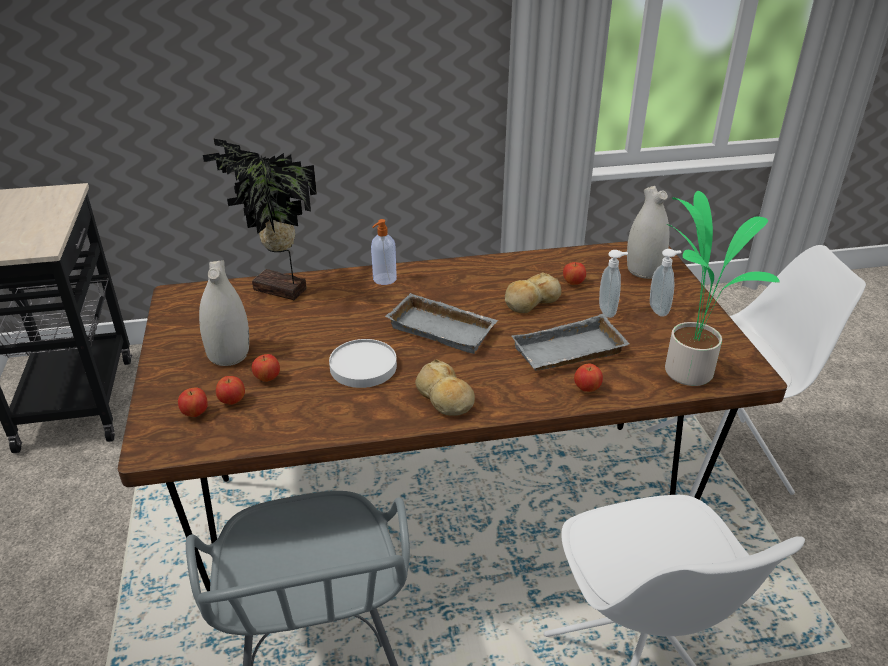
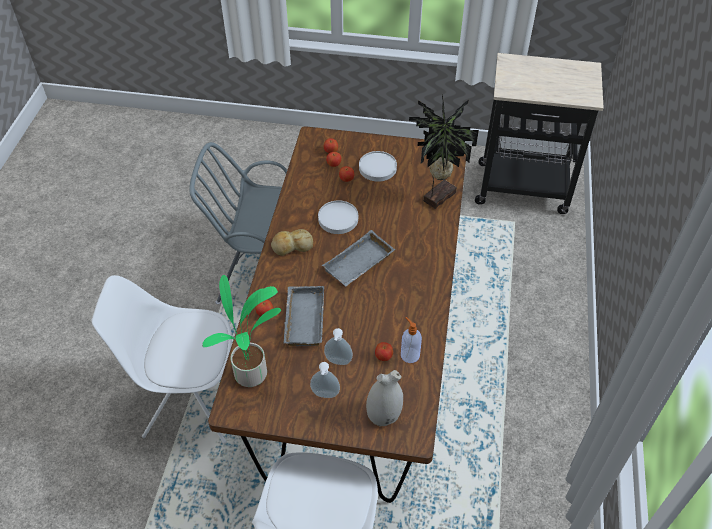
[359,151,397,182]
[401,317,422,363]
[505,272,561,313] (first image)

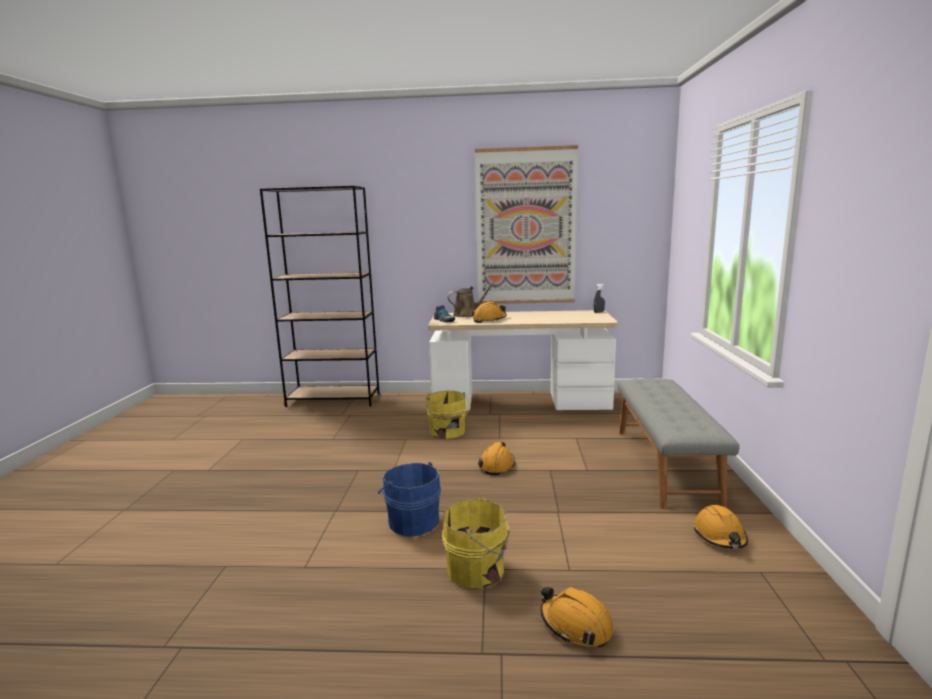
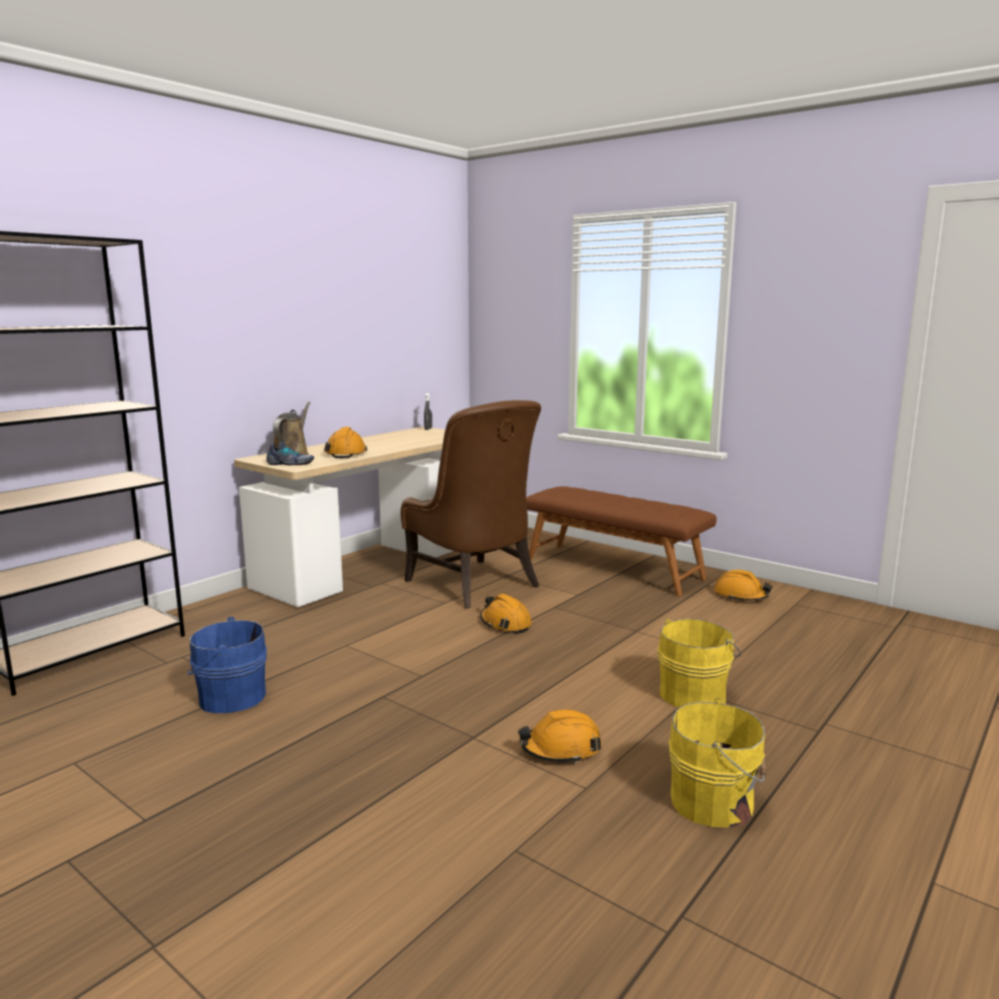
[188,617,267,713]
[668,698,766,828]
[475,145,578,304] (first image)
[518,709,602,764]
[526,486,717,596]
[401,400,541,608]

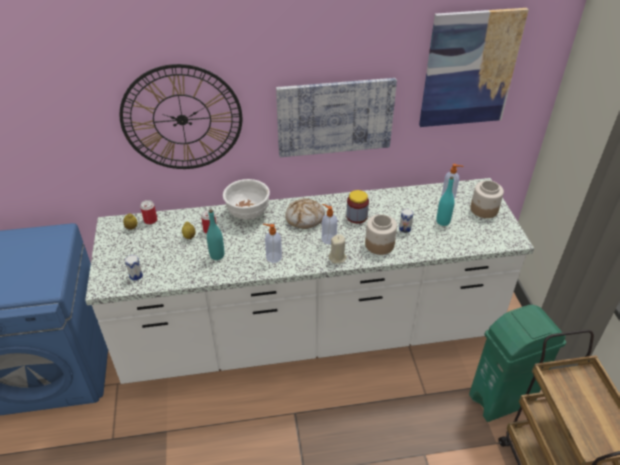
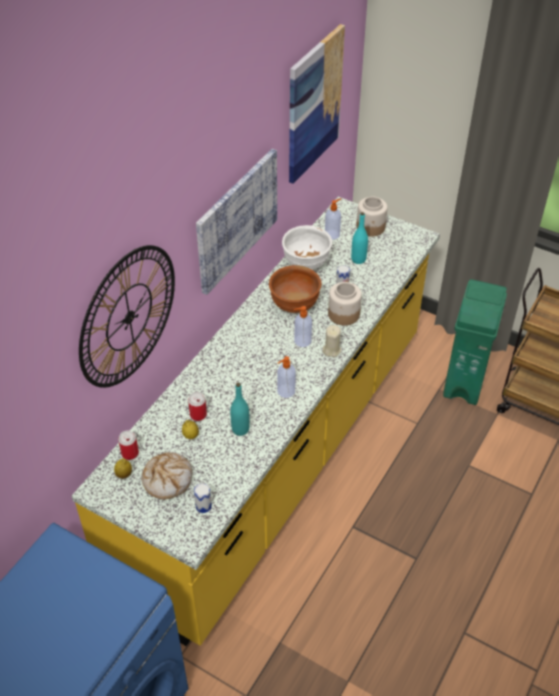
[72,197,440,646]
[282,225,332,270]
[141,452,192,500]
[269,265,321,313]

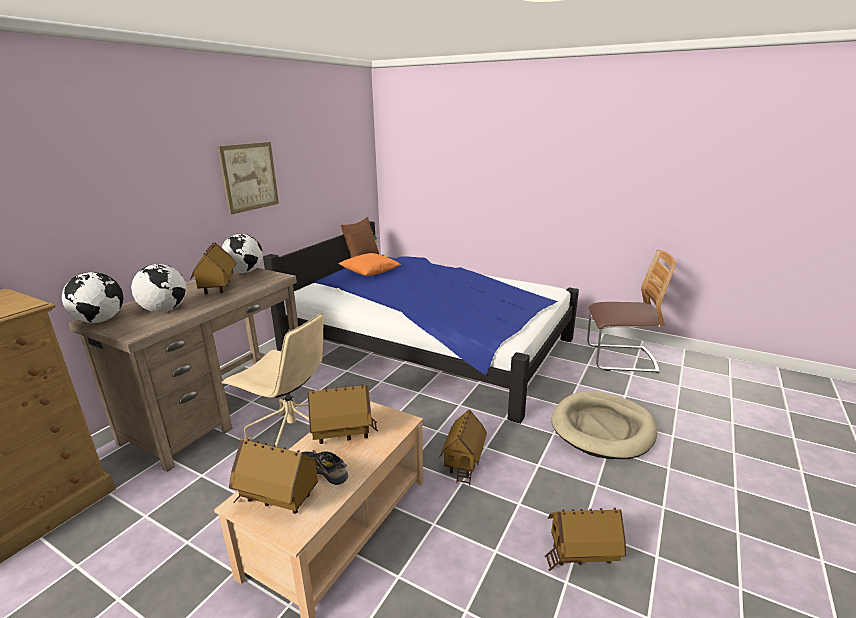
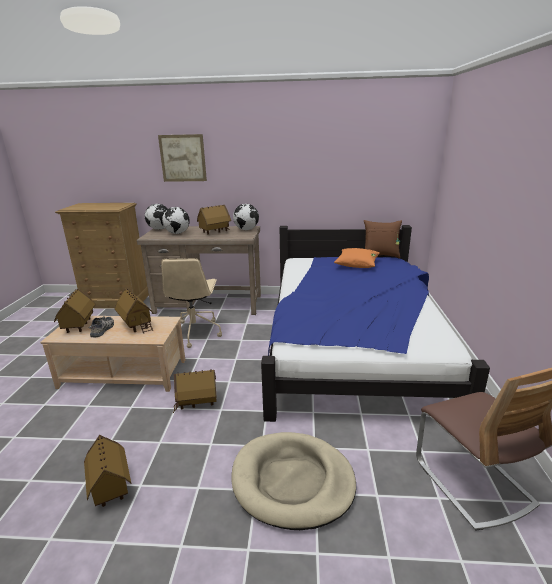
[158,134,207,182]

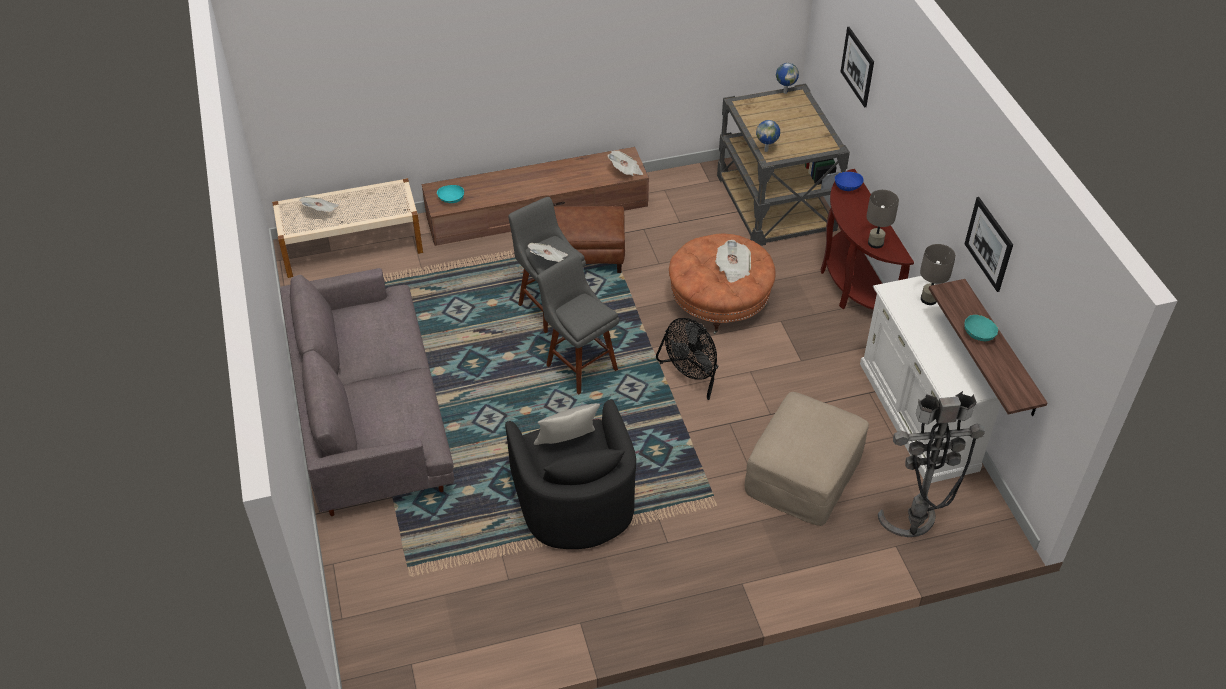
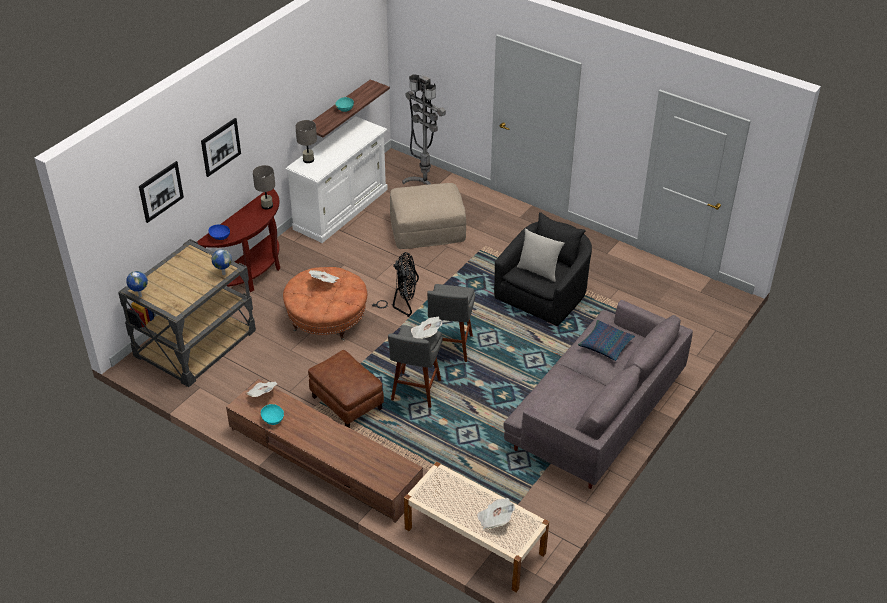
[261,404,284,425]
[201,118,241,177]
[578,320,635,361]

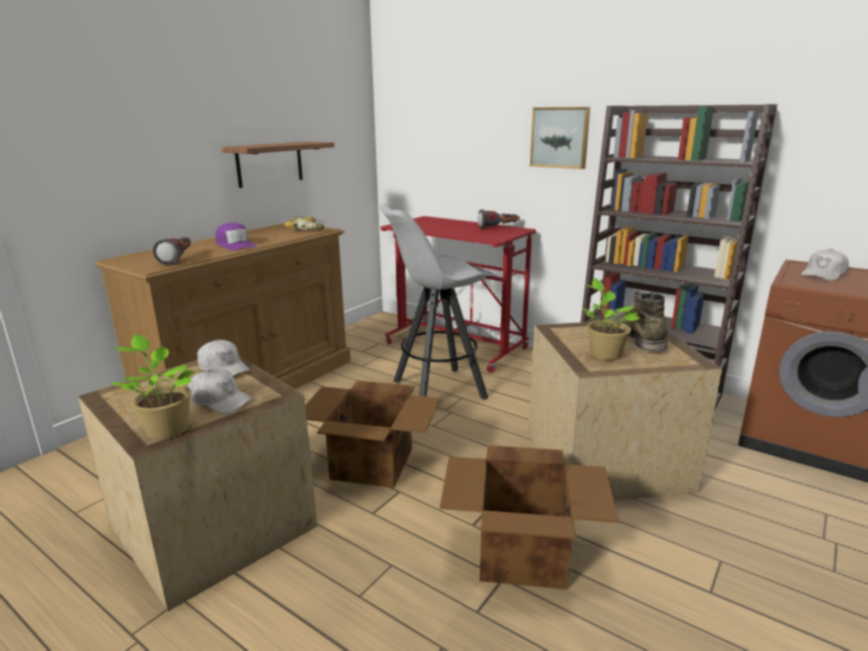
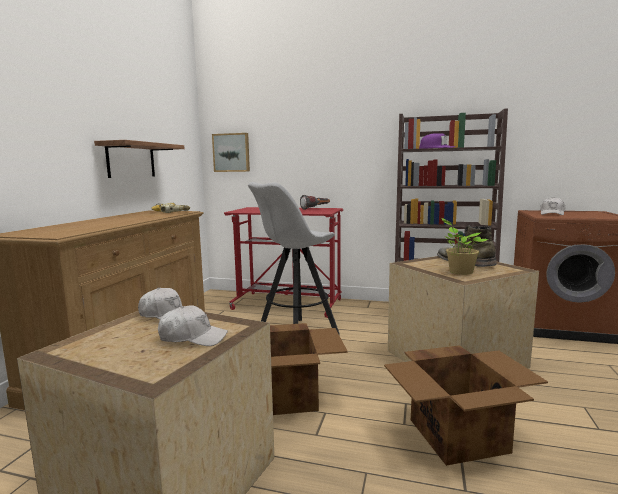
[111,334,196,440] (first image)
[153,237,191,266] (first image)
[419,133,455,149]
[212,133,250,172]

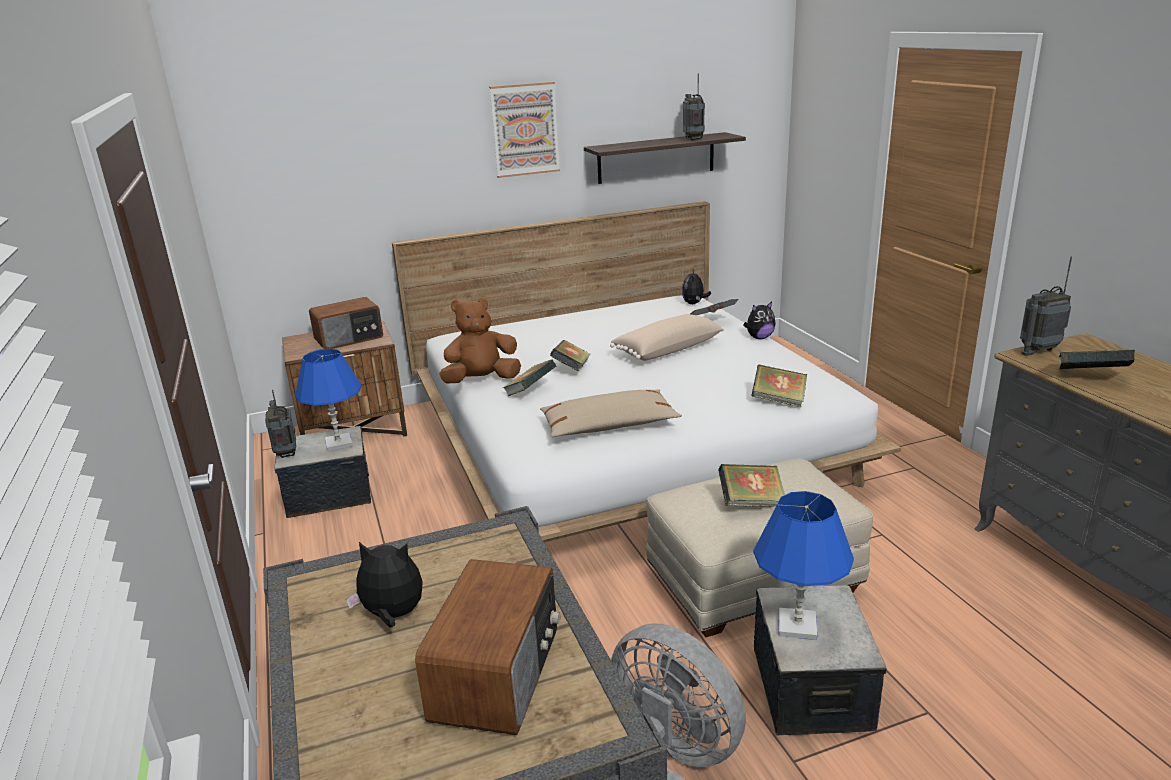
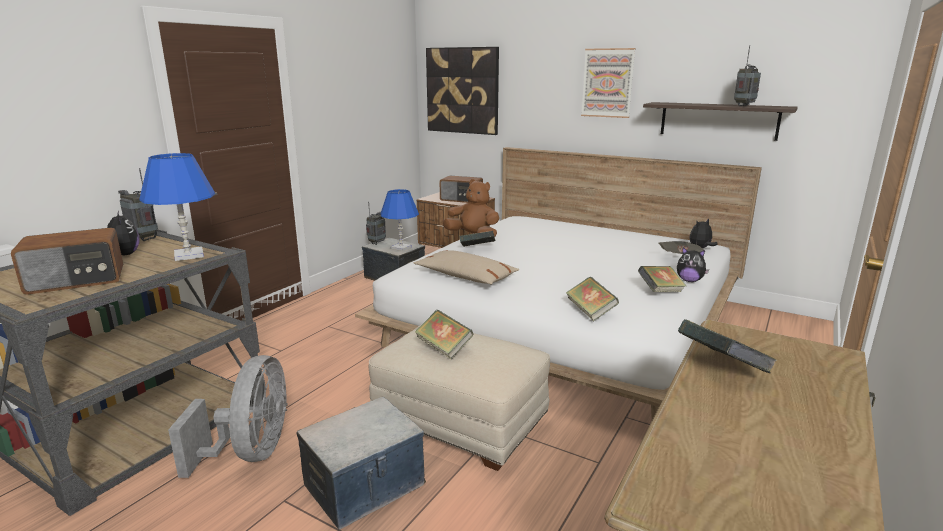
[638,266,686,292]
[610,314,724,361] (first image)
[140,153,215,261]
[118,168,158,241]
[426,47,499,135]

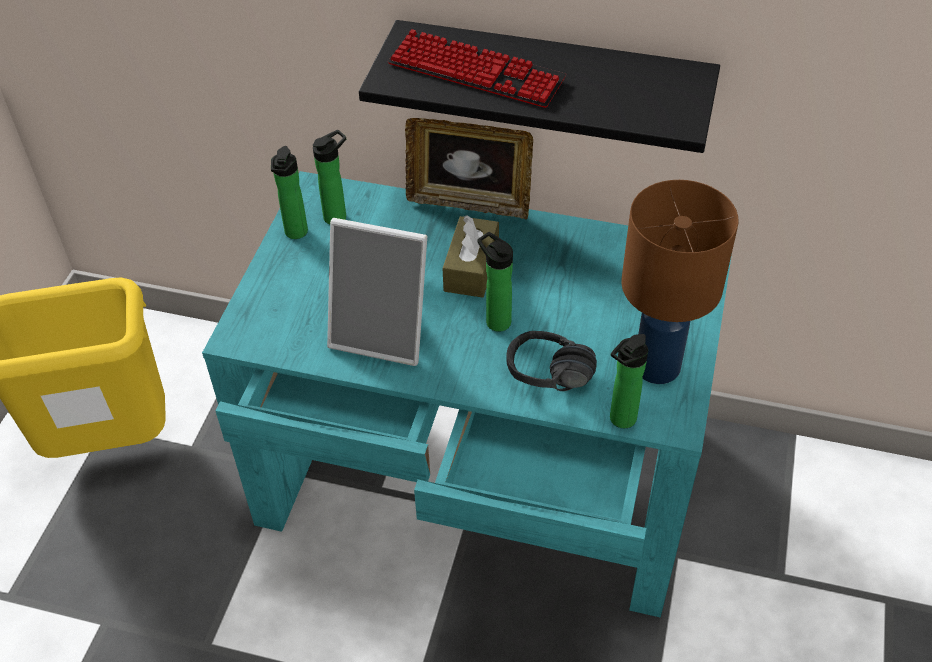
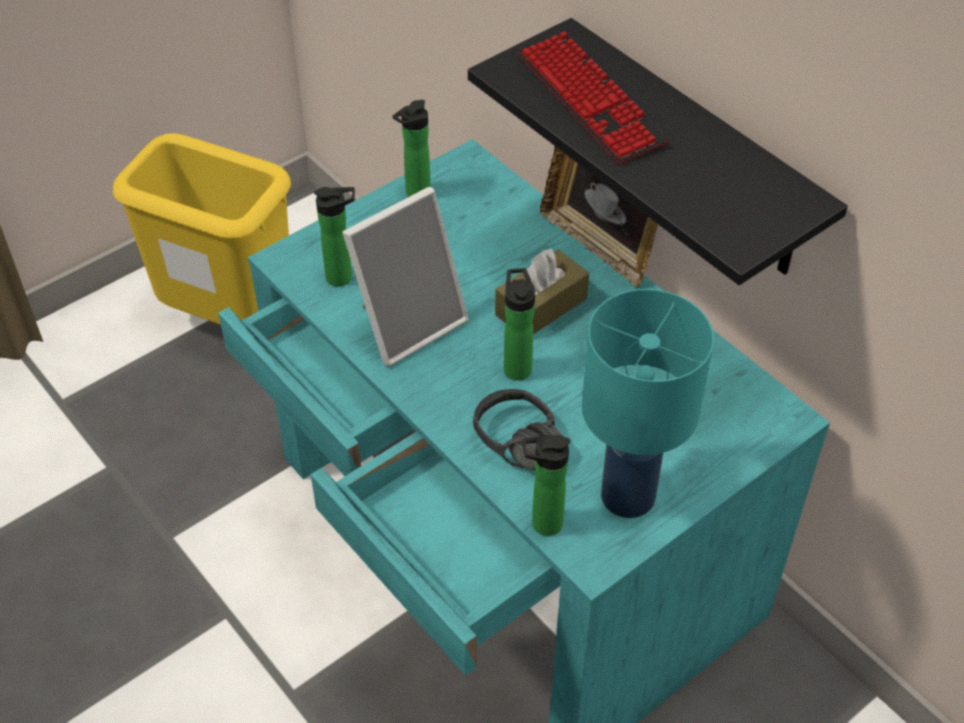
[314,187,355,286]
[342,187,469,367]
[582,289,714,518]

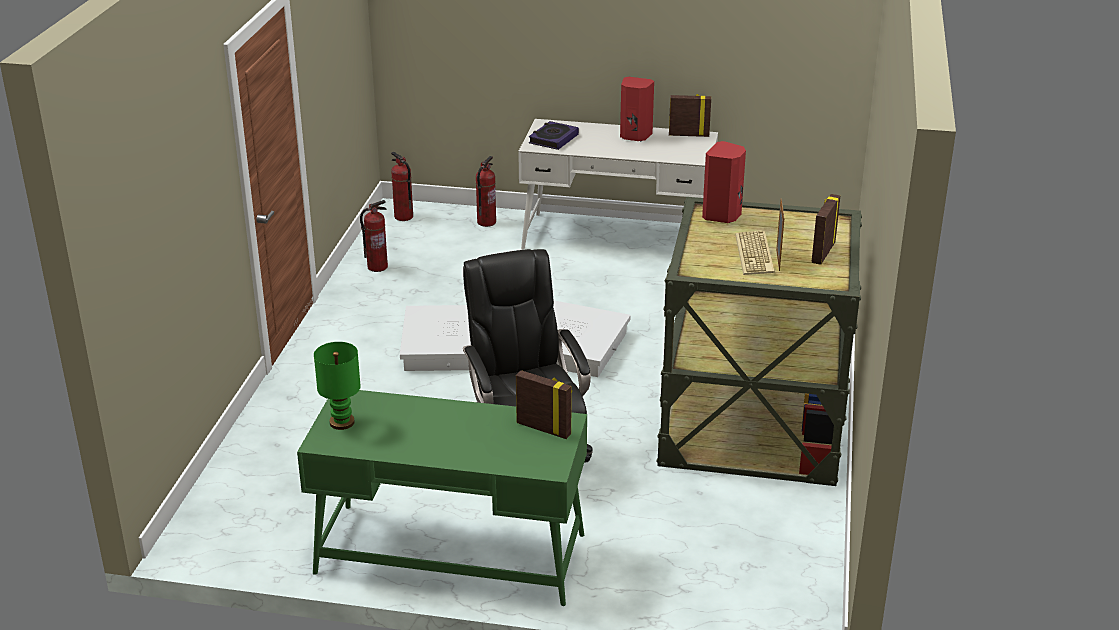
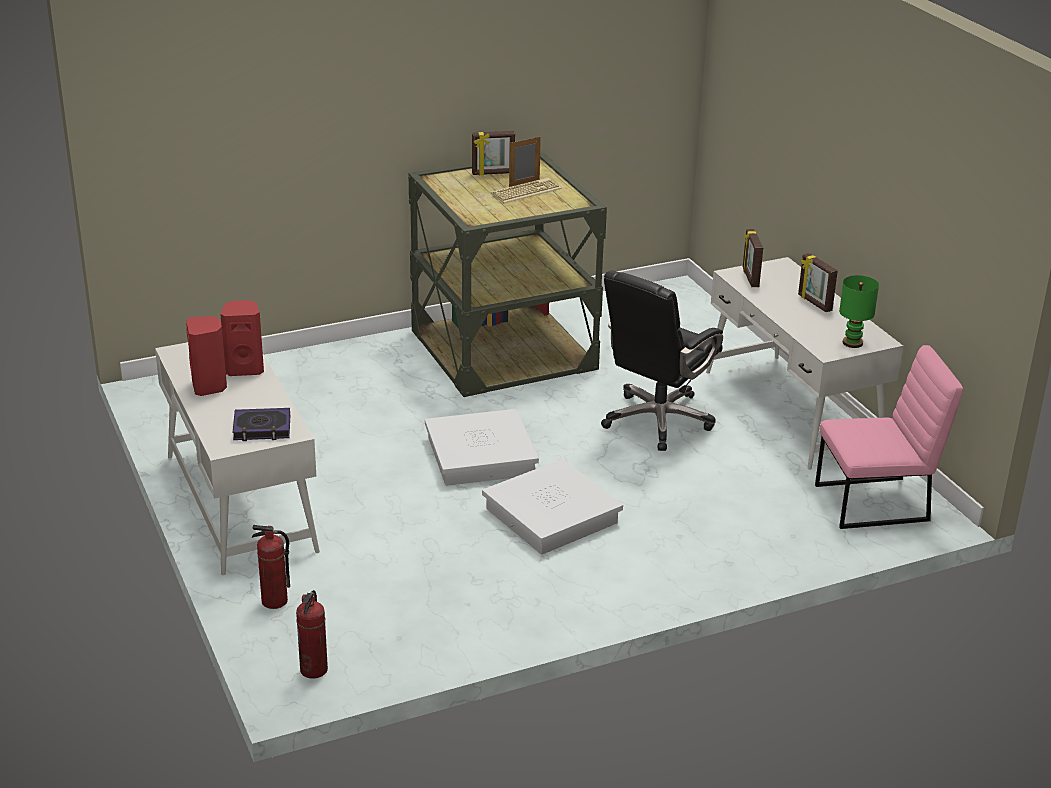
[706,257,903,470]
[360,200,388,272] (first image)
[798,253,838,312]
[220,300,264,376]
[815,345,963,529]

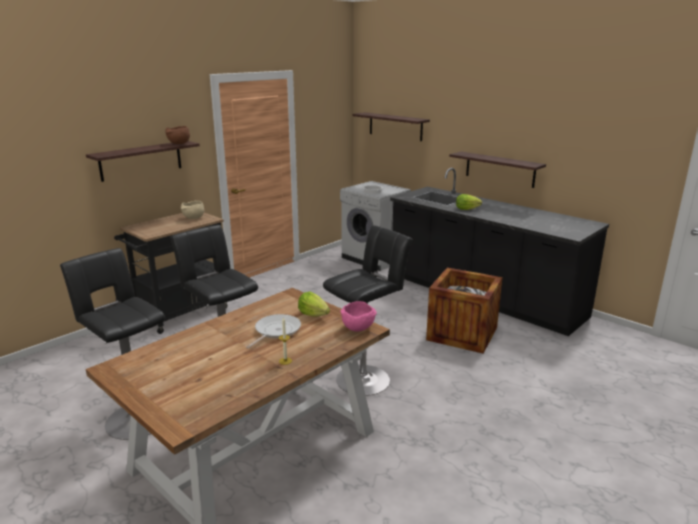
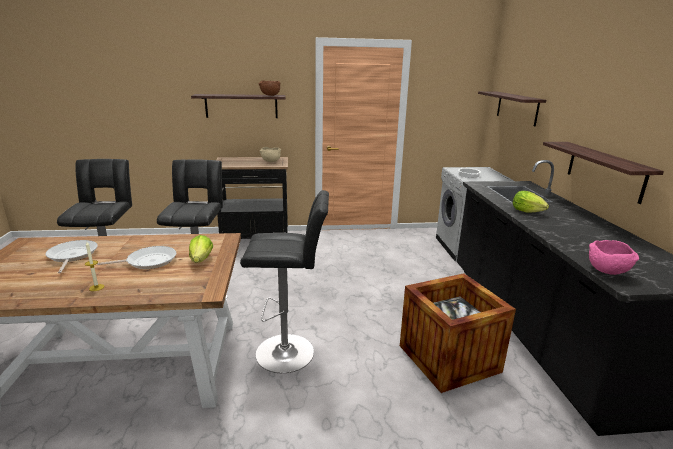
[589,240,639,275]
[45,240,98,273]

